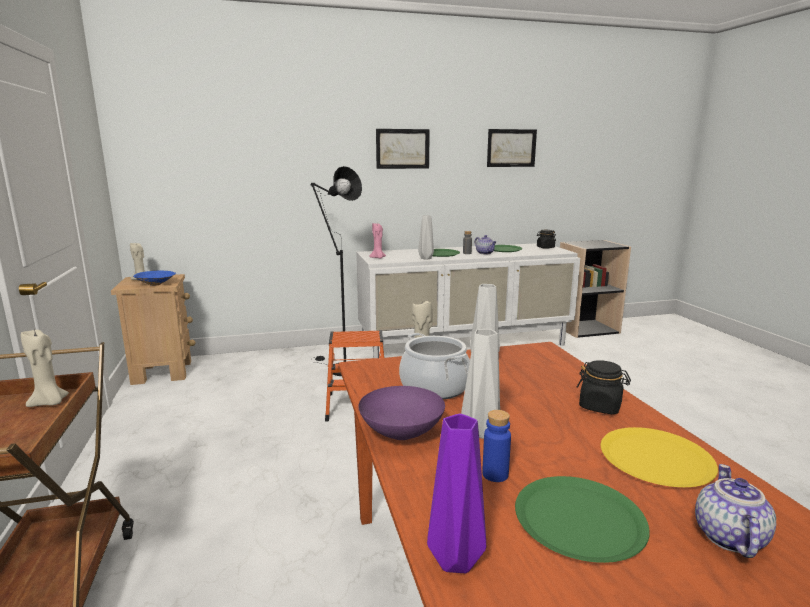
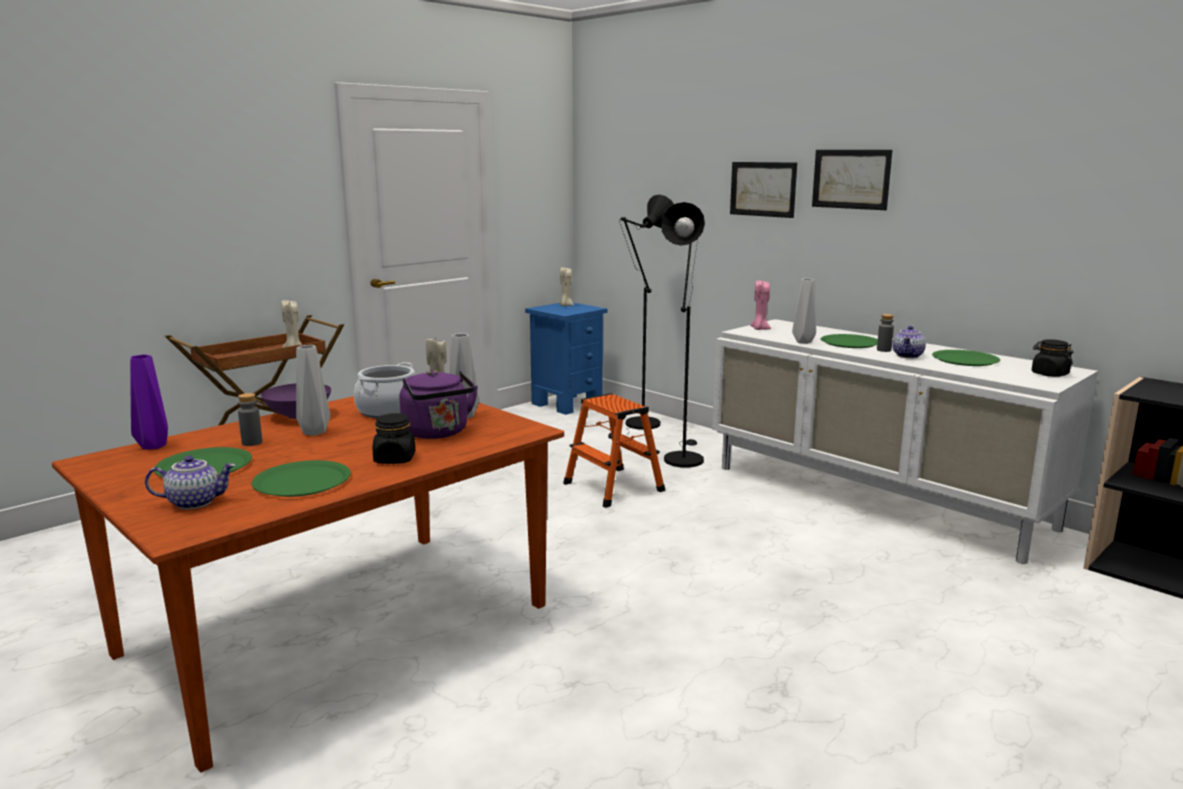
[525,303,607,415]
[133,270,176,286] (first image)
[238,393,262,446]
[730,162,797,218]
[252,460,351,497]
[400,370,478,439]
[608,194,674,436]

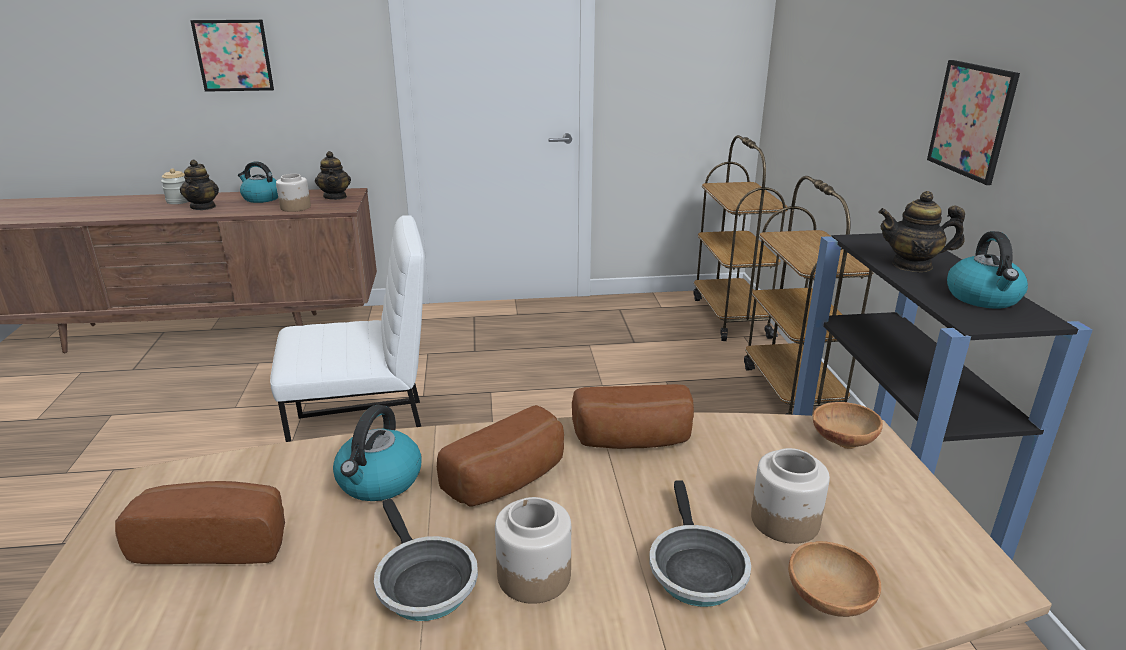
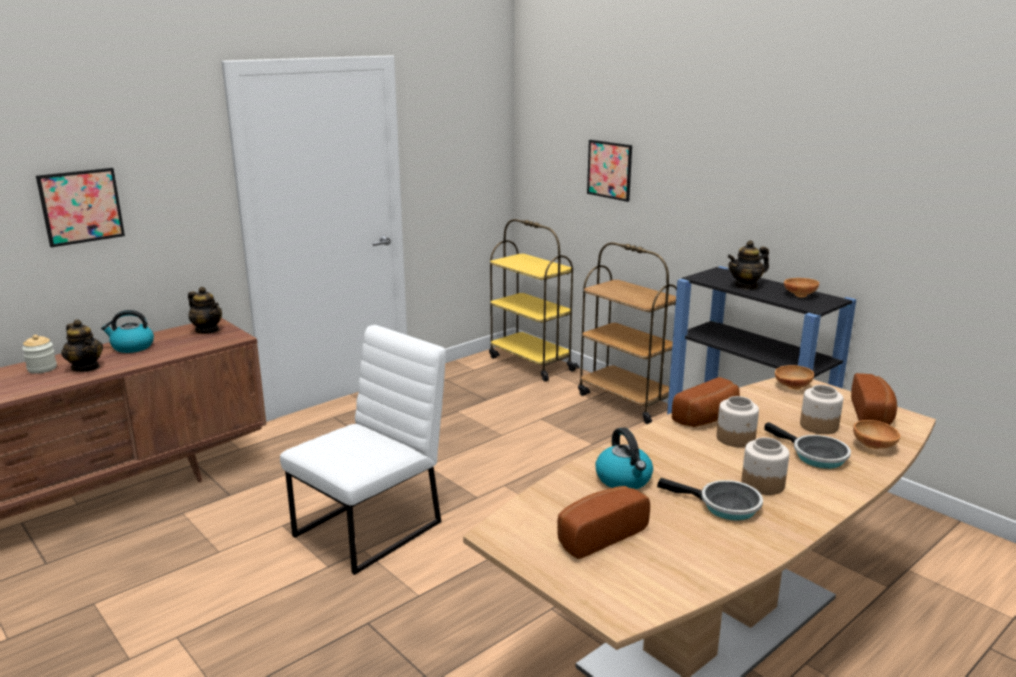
[717,396,759,447]
[851,373,897,425]
[489,219,580,381]
[587,140,632,202]
[784,278,819,297]

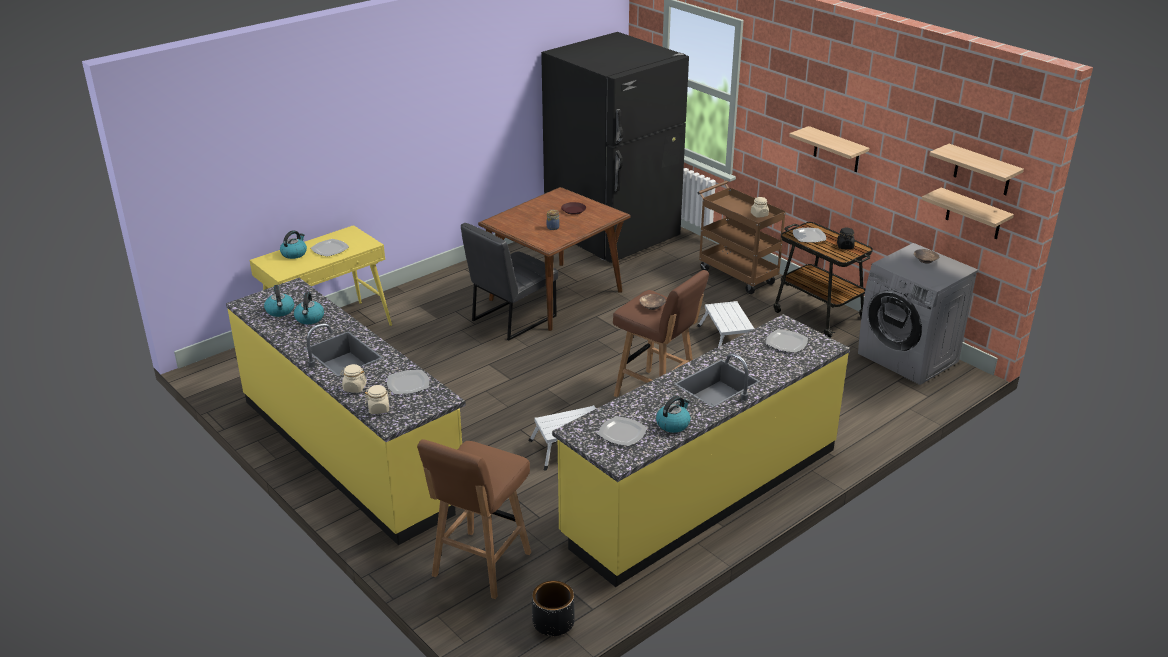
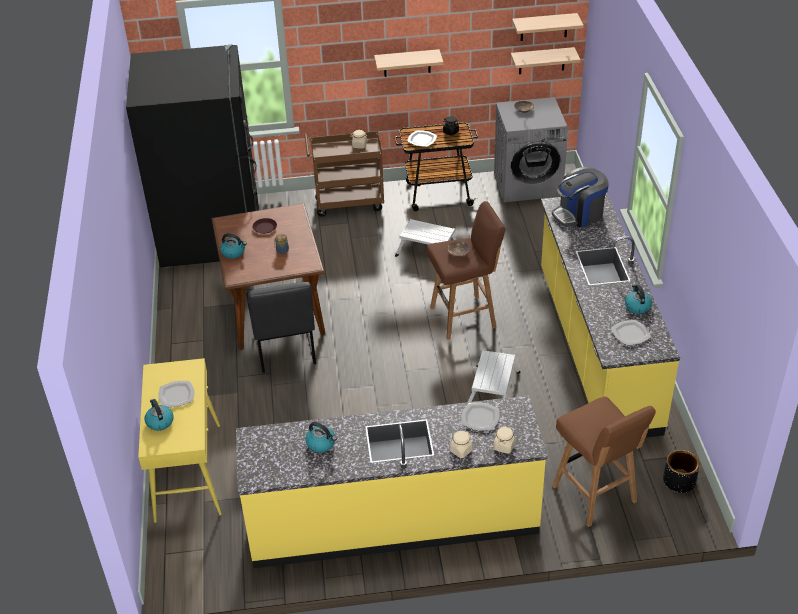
[220,233,247,259]
[552,167,609,228]

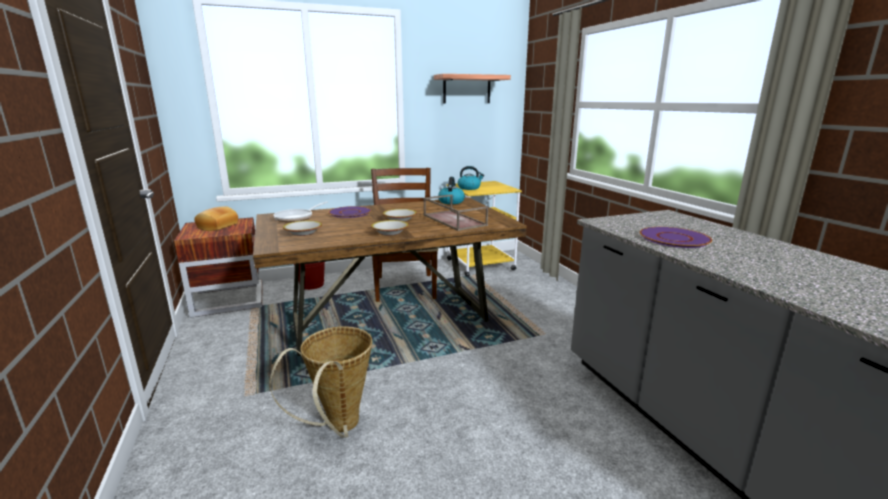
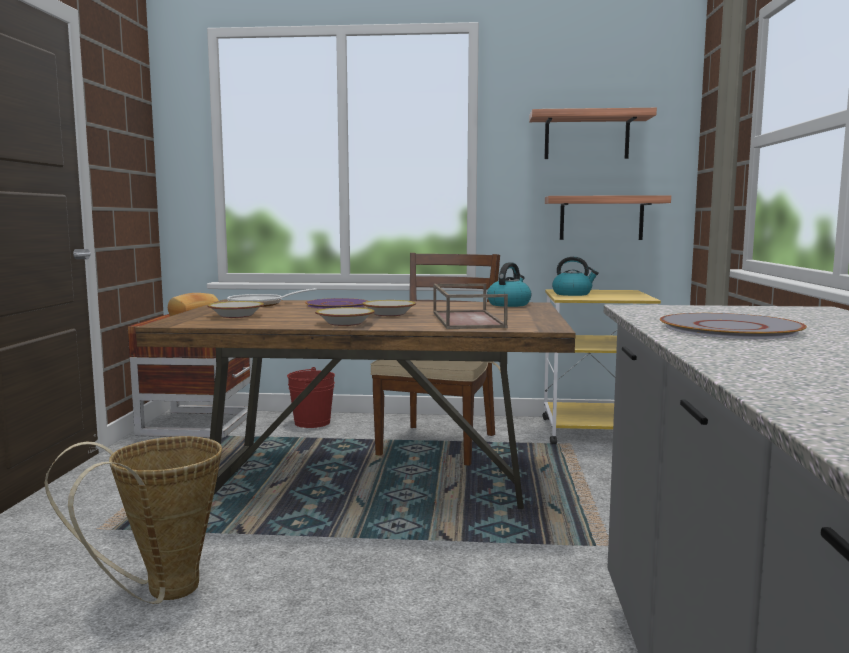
[660,313,807,339]
[545,195,671,240]

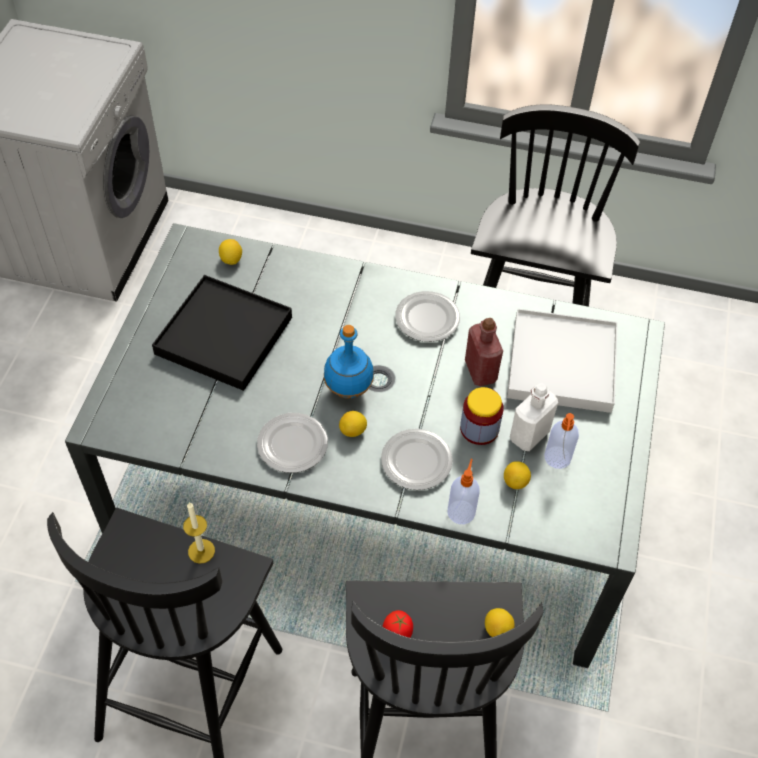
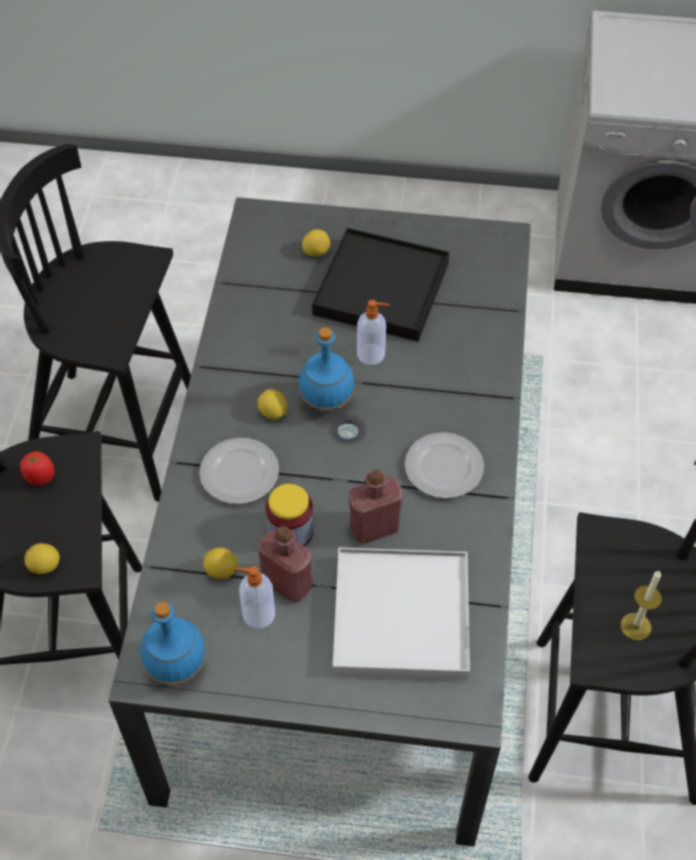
[621,570,662,641]
[302,229,330,257]
[257,413,328,473] (first image)
[357,300,390,365]
[258,526,312,603]
[140,602,206,685]

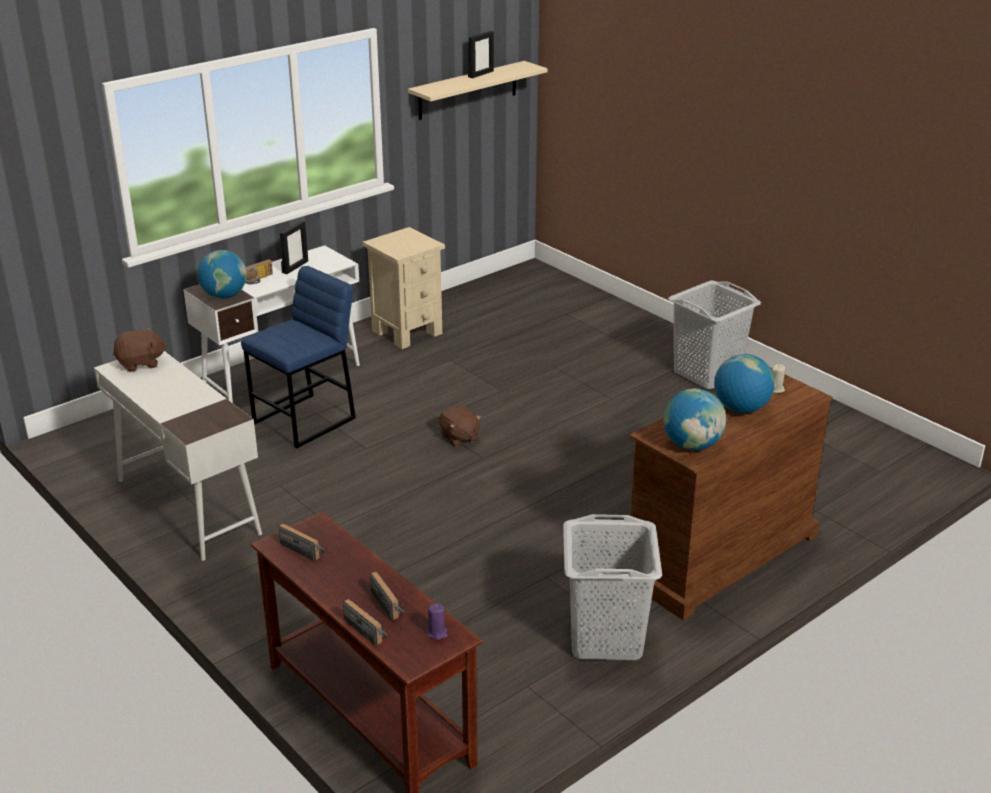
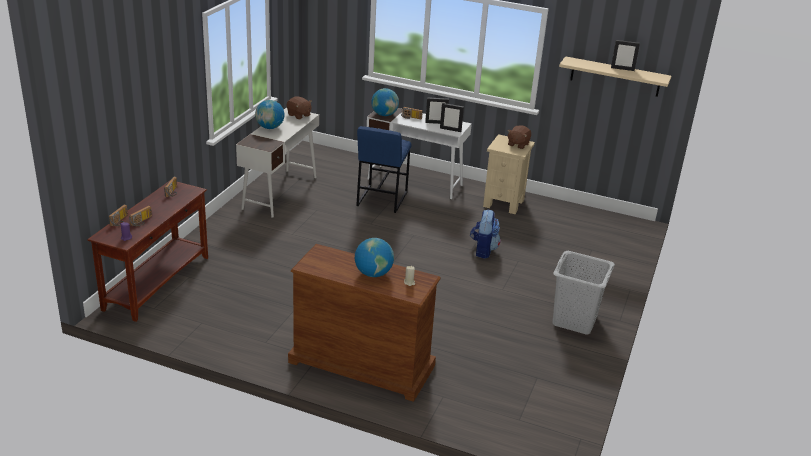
[356,126,411,213]
[507,125,531,149]
[563,514,662,661] (first image)
[255,100,284,129]
[440,103,464,132]
[470,210,501,259]

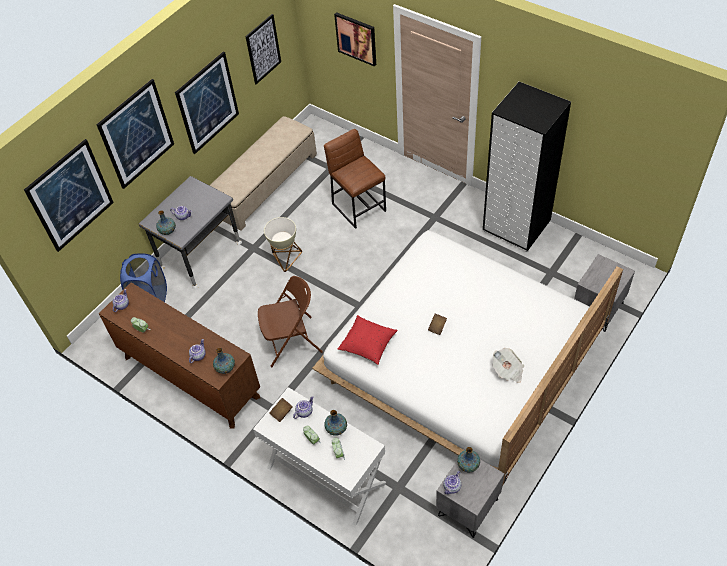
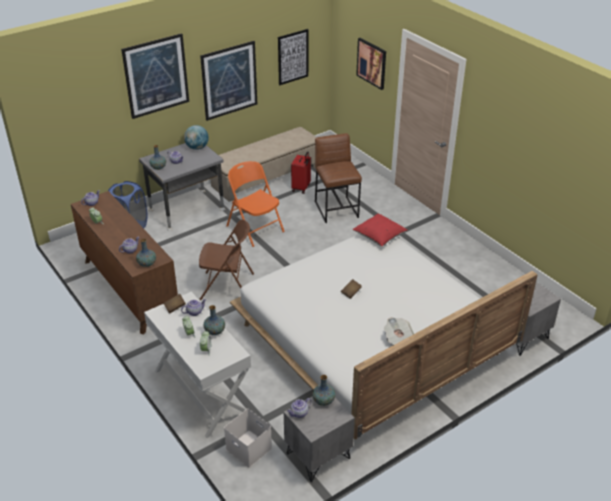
[24,139,114,252] (first image)
[226,161,285,247]
[352,214,408,246]
[483,82,571,252] (first image)
[184,125,209,150]
[224,409,272,468]
[291,152,311,194]

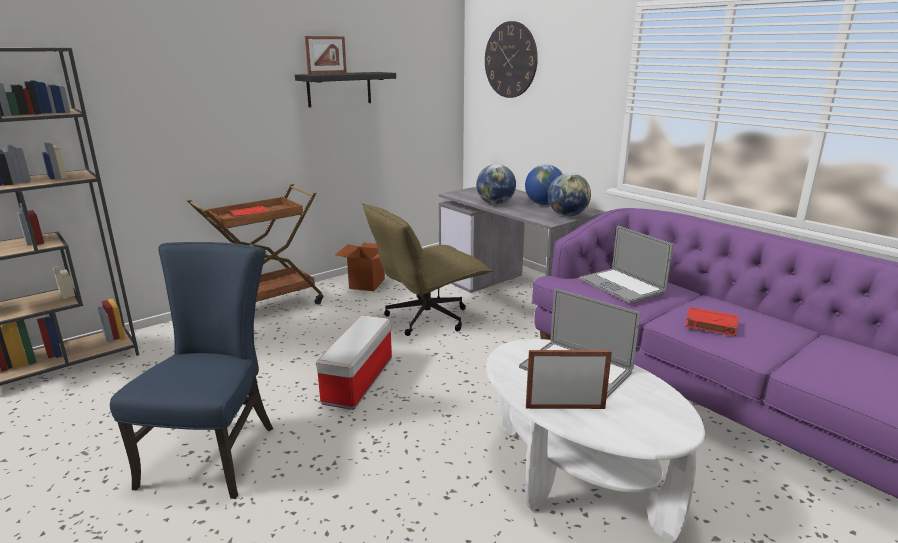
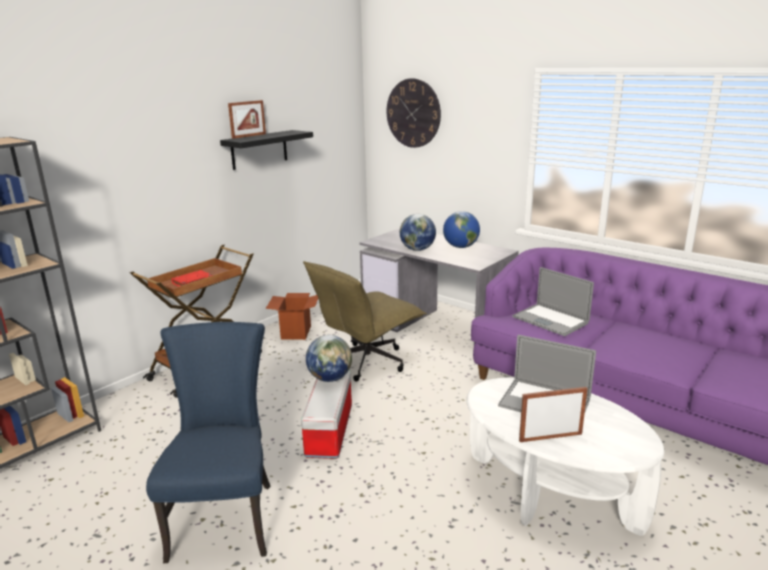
[306,335,352,382]
[685,307,738,336] (first image)

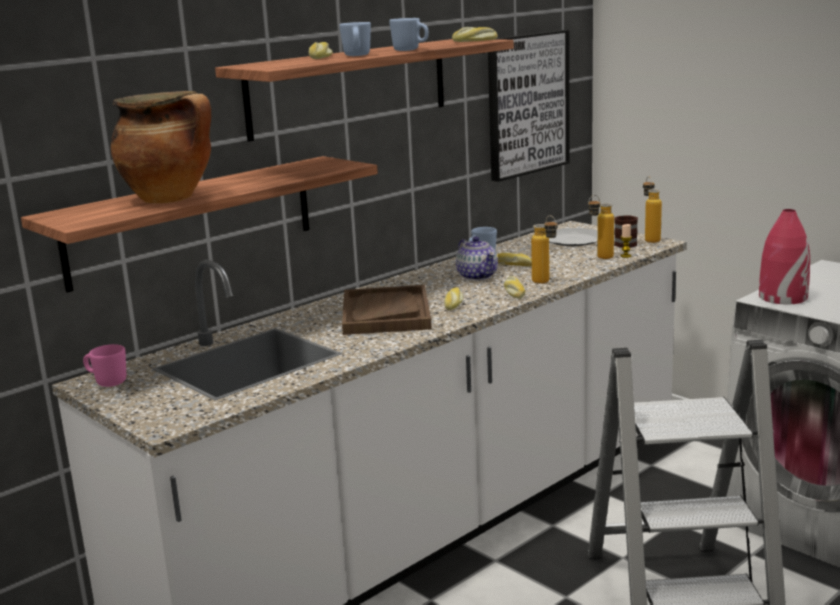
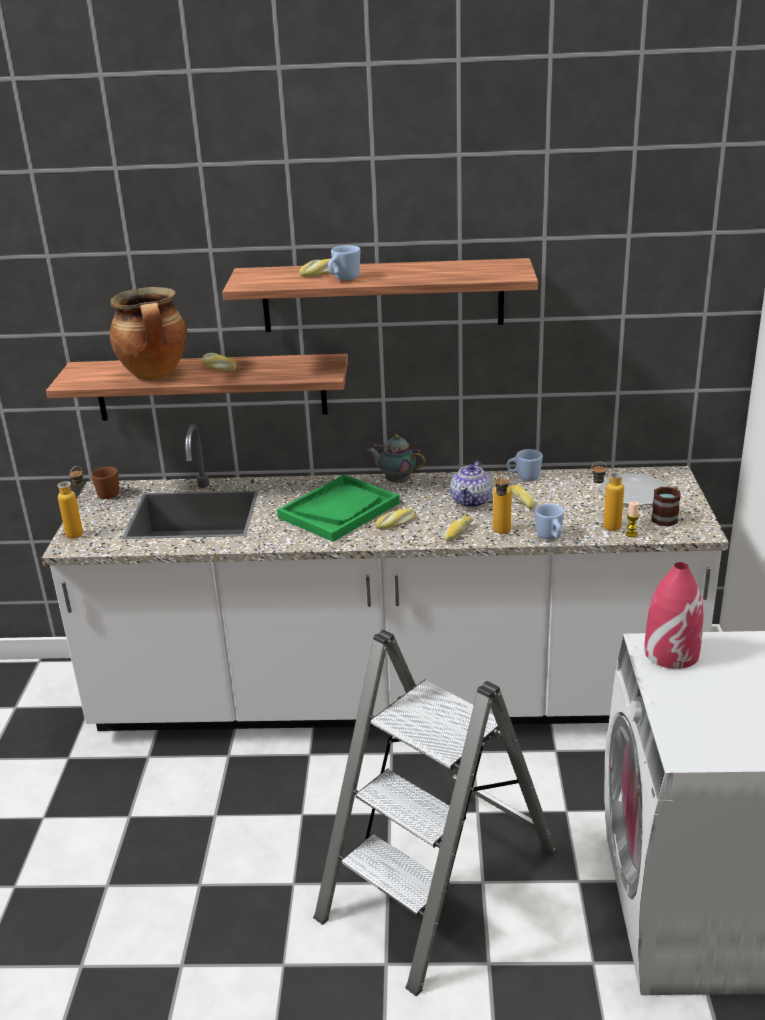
[91,467,119,499]
[277,474,400,542]
[535,503,564,540]
[202,353,236,371]
[488,30,569,182] (first image)
[57,466,83,538]
[367,434,425,483]

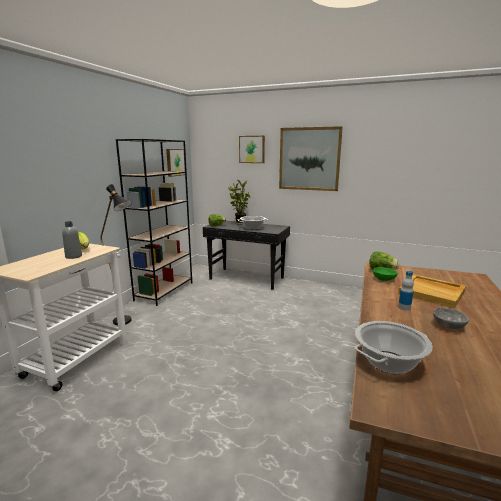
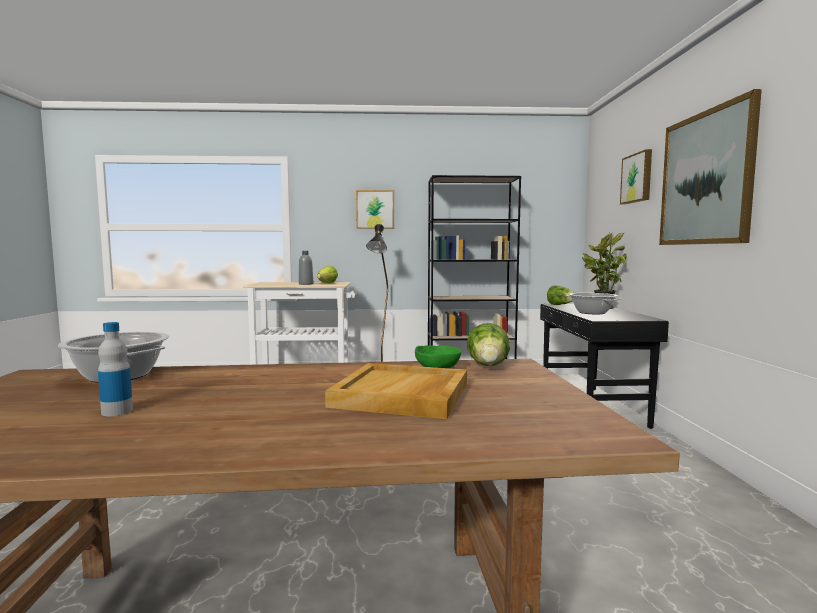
[356,190,394,229]
[98,322,133,416]
[434,308,469,329] (first image)

